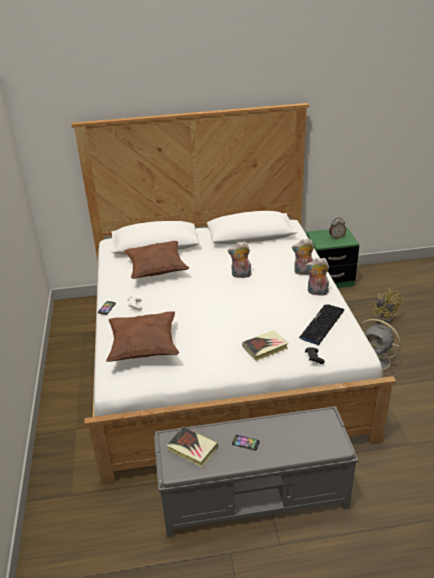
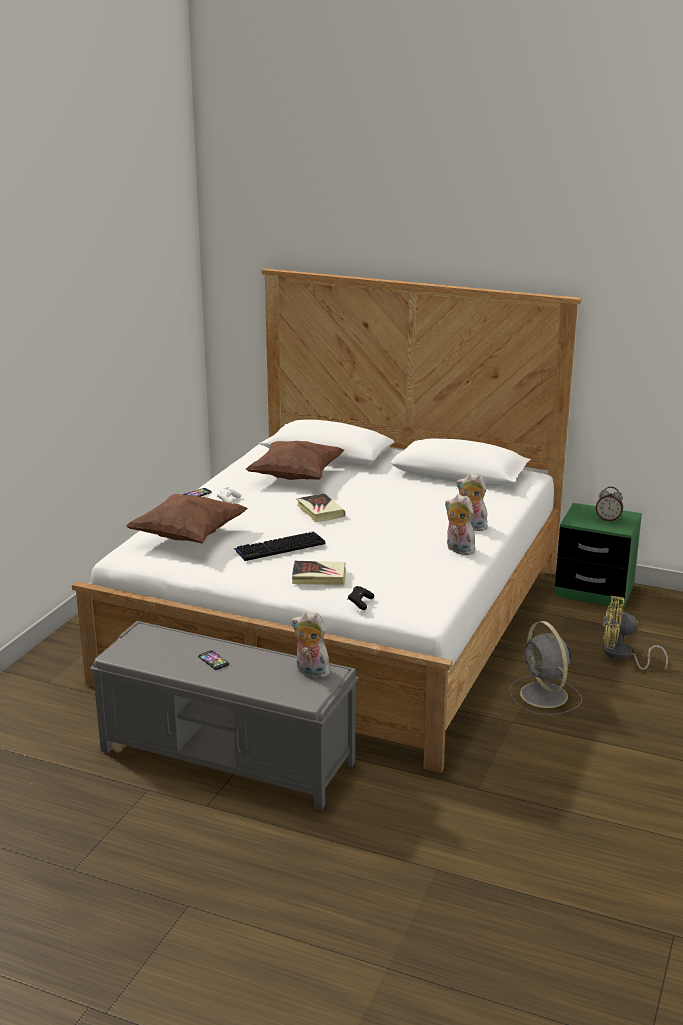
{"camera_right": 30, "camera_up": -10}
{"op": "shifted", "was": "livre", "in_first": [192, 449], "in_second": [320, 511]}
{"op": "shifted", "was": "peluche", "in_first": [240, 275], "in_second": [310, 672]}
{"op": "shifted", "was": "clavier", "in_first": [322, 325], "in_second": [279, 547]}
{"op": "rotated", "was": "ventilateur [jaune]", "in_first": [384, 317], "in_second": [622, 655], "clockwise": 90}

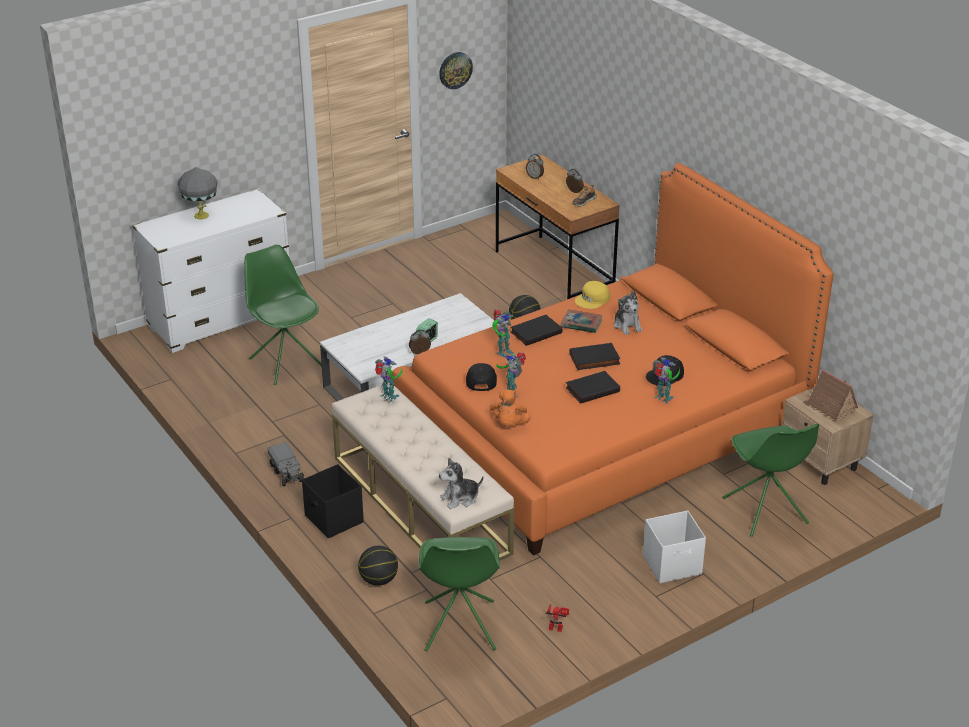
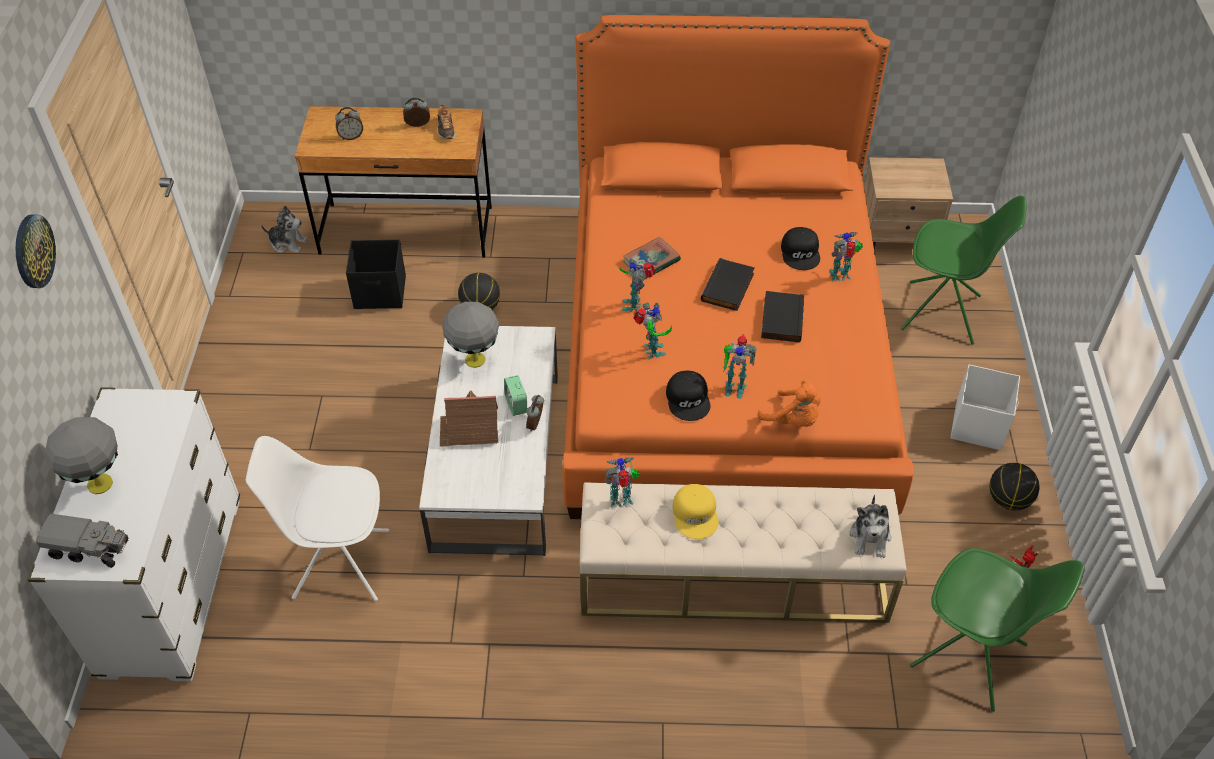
{"camera_right": -55, "camera_up": 15}
{"op": "repainted", "was": "chaise [vert]", "now": "chaise [blanc]", "in_first": [286, 362], "in_second": [339, 563]}
{"op": "shifted", "was": "camion jouet", "in_first": [287, 473], "in_second": [90, 548]}
{"op": "shifted", "was": "boîte de rangement [noir]", "in_first": [334, 520], "in_second": [381, 293]}
{"op": "shifted", "was": "ballon de basket", "in_first": [379, 580], "in_second": [1008, 500]}
{"op": "shifted", "was": "horloge murale", "in_first": [455, 70], "in_second": [33, 251]}
{"op": "rotated", "was": "casquette [noir]", "in_first": [480, 380], "in_second": [688, 399], "clockwise": -135}
{"op": "swapped", "was": "livre [noir]", "now": "robot jouet", "in_first": [535, 332], "in_second": [635, 304]}
{"op": "shifted", "was": "casquette [jaune]", "in_first": [592, 299], "in_second": [696, 514]}
{"op": "shifted", "was": "peluche", "in_first": [627, 325], "in_second": [288, 243]}
{"op": "shifted", "was": "maison miniature", "in_first": [829, 407], "in_second": [470, 430]}
{"op": "new", "now": "lampe de table [gris]", "in_second": [474, 361]}

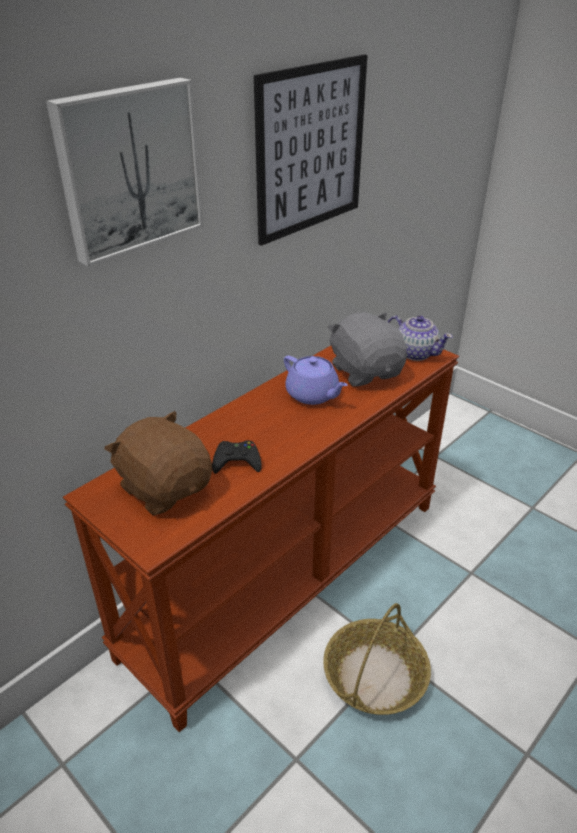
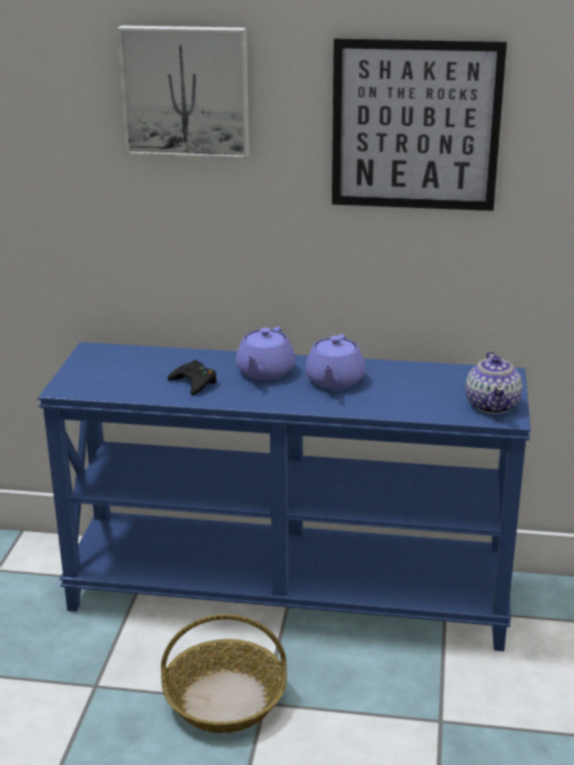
{"camera_right": 55, "camera_up": -10}
{"op": "repainted", "was": "table console [marron]", "now": "table console [bleu]", "in_first": [287, 573], "in_second": [290, 592]}
{"op": "gone", "was": "peluche [marron]", "in_first": [165, 487]}
{"op": "gone", "was": "peluche [gris]", "in_first": [366, 371]}
{"op": "new", "now": "théière [violet]", "in_second": [265, 372]}

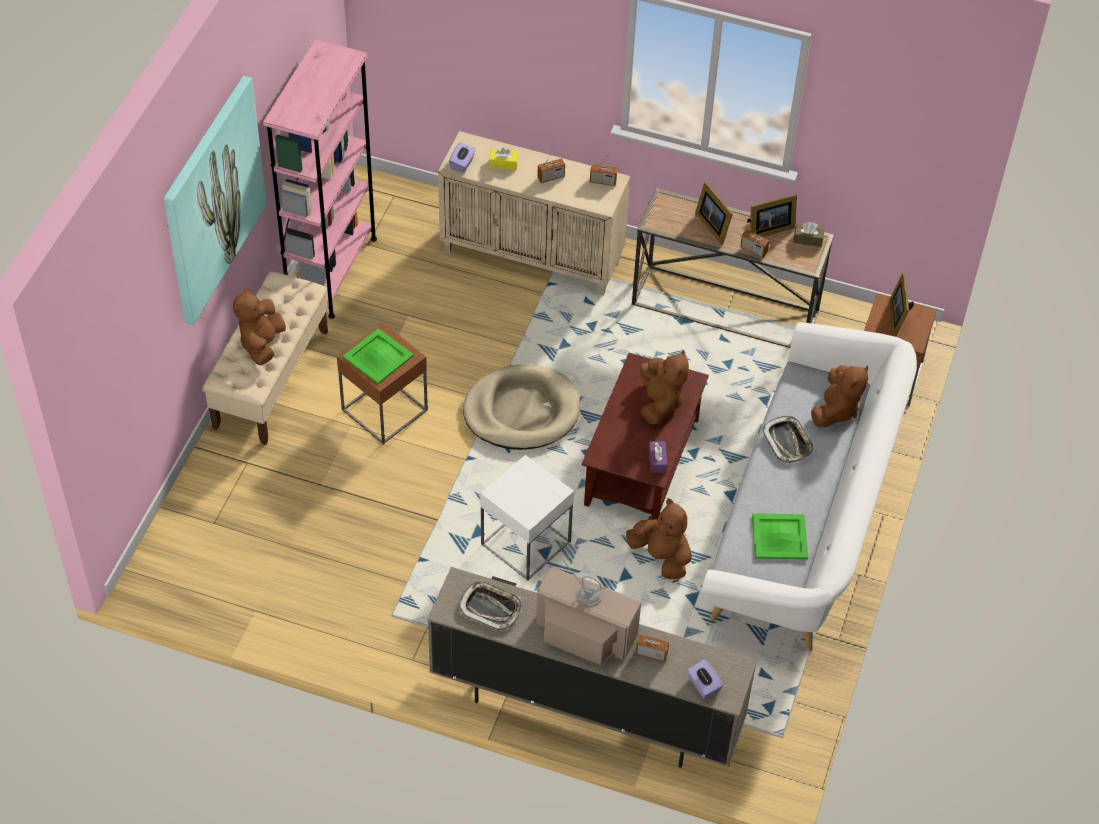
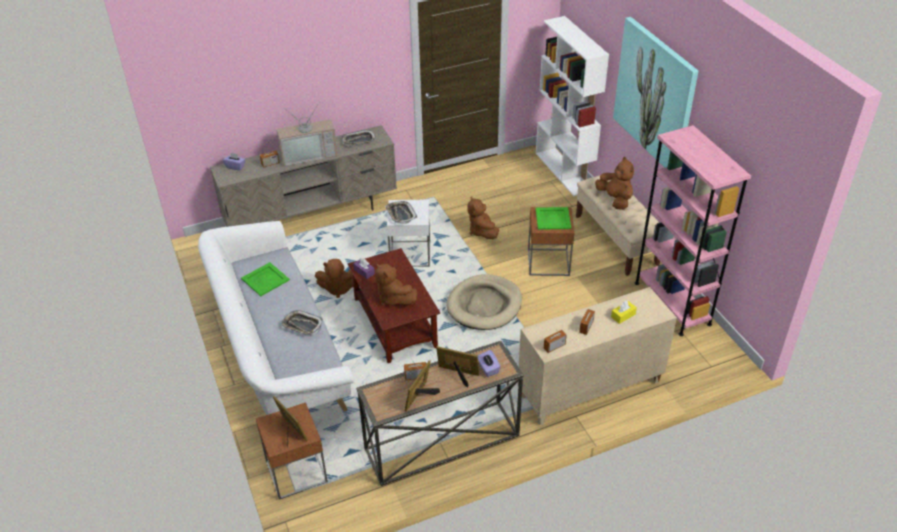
{"camera_right": 140, "camera_up": -10}
{"op": "shifted", "was": "boîte à mouchoirs [violet]", "in_first": [462, 164], "in_second": [488, 369]}
{"op": "gone", "was": "boîte à mouchoirs [marron]", "in_first": [808, 239]}
{"op": "shifted", "was": "peluche [marron]", "in_first": [836, 410], "in_second": [482, 232]}
{"op": "new", "now": "plateau", "in_second": [401, 214]}
{"op": "new", "now": "bibliothèque [blanc]", "in_second": [564, 171]}

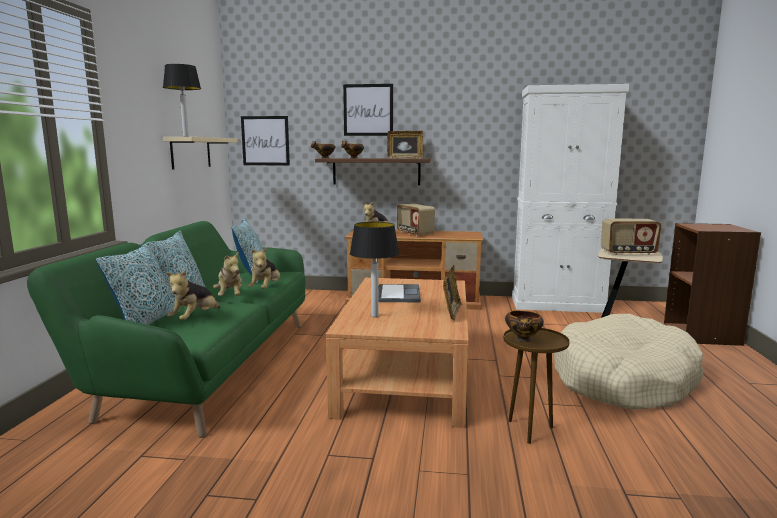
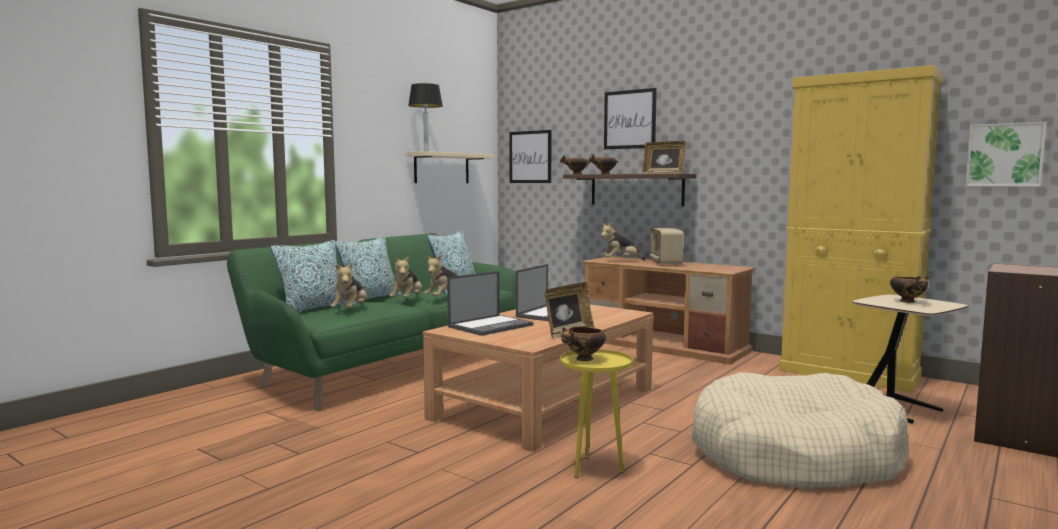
{"camera_right": 30, "camera_up": -5}
{"op": "rotated", "was": "peluche", "in_first": [195, 319], "in_second": [350, 310], "clockwise": -45}
{"op": "swapped", "was": "lampe de table", "now": "ordinateur portable", "in_first": [374, 316], "in_second": [491, 326]}
{"op": "repainted", "was": "table d'appoint [marron]", "now": "table d'appoint [jaune]", "in_first": [530, 430], "in_second": [594, 468]}
{"op": "repainted", "was": "meuble de rangement [blanc]", "now": "meuble de rangement [jaune]", "in_first": [557, 304], "in_second": [849, 374]}
{"op": "swapped", "was": "radio", "now": "bol", "in_first": [628, 253], "in_second": [908, 302]}
{"op": "new", "now": "tableau", "in_second": [1005, 155]}

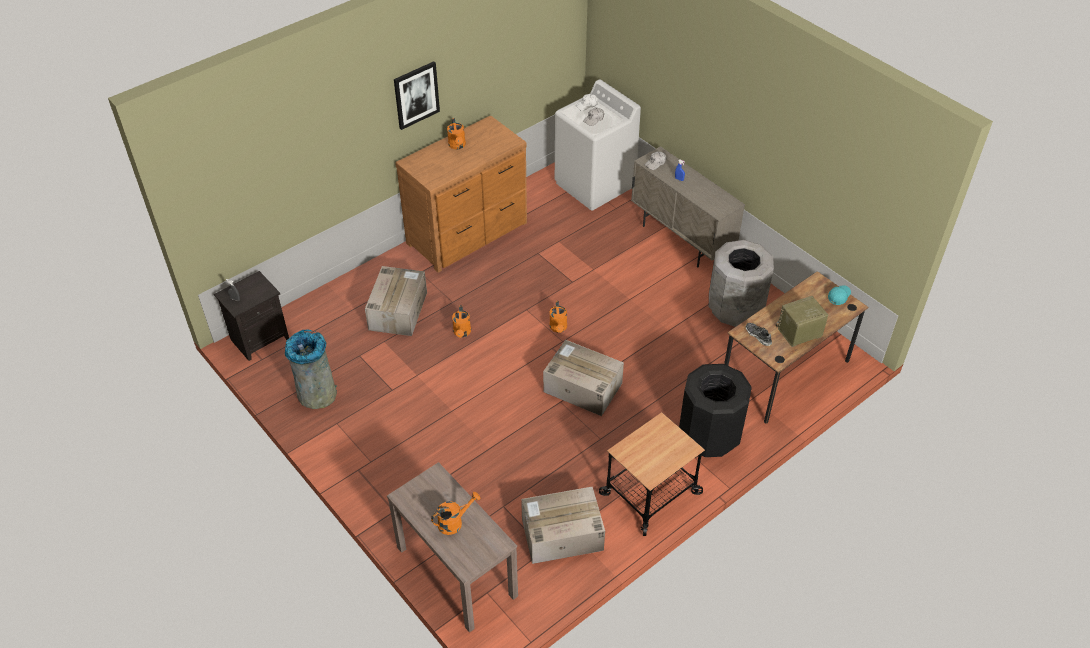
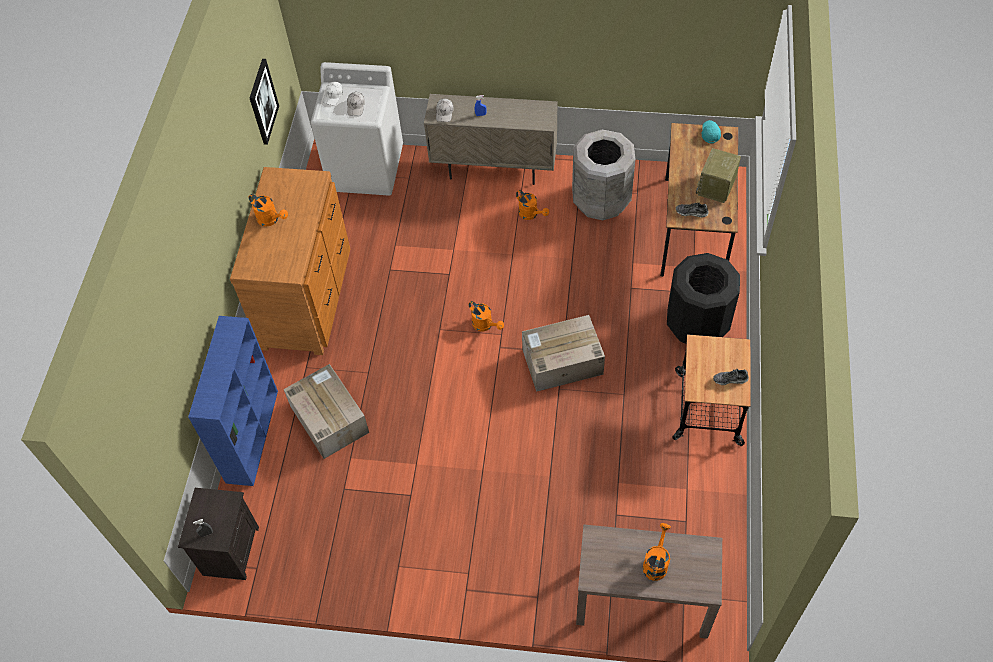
{"camera_right": -40, "camera_up": 10}
{"op": "gone", "was": "poubelle [gris]", "in_first": [316, 394]}
{"op": "shifted", "was": "tableau", "in_first": [416, 95], "in_second": [263, 102]}
{"op": "shifted", "was": "arrosoir [orange]", "in_first": [462, 333], "in_second": [531, 214]}
{"op": "gone", "was": "carton", "in_first": [561, 535]}
{"op": "new", "now": "bibliothèque [bleu]", "in_second": [252, 435]}
{"op": "new", "now": "chaussure", "in_second": [730, 379]}

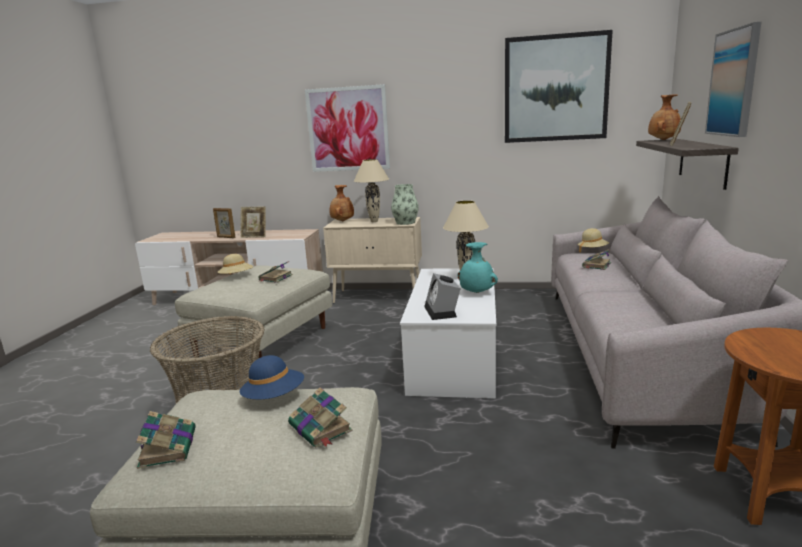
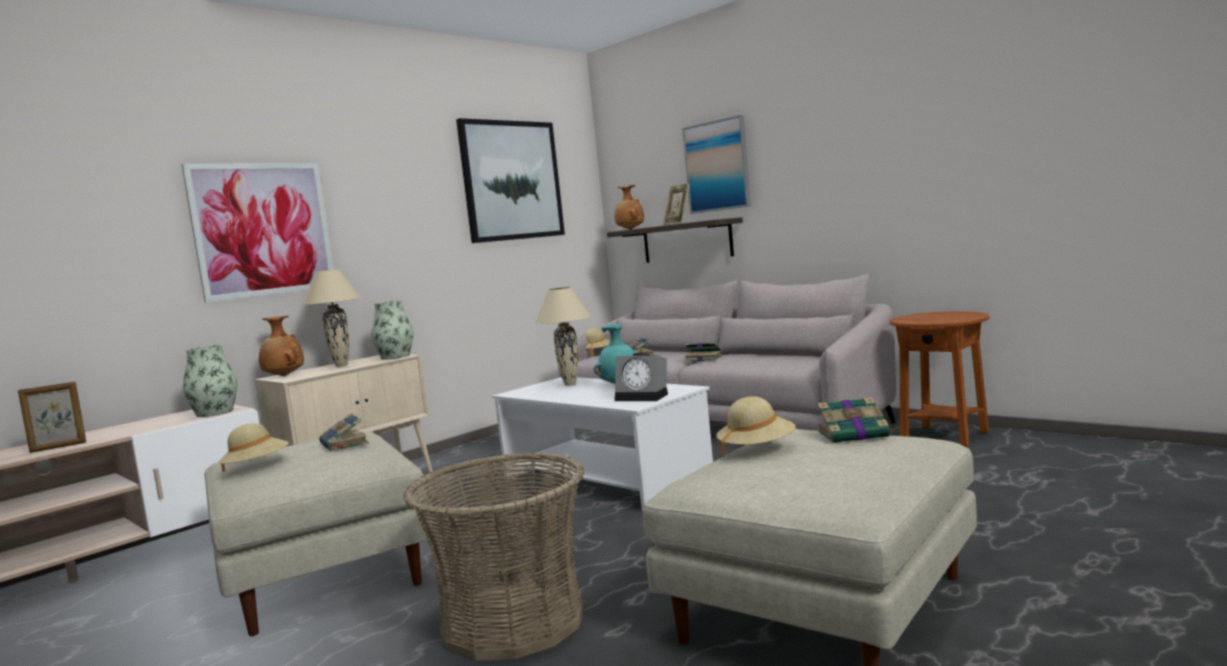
{"camera_right": -55, "camera_up": -10}
{"op": "shifted", "was": "livre", "in_first": [168, 447], "in_second": [703, 358]}
{"op": "gone", "was": "cadre photo", "in_first": [255, 236]}
{"op": "repainted", "was": "chapeau [bleu]", "now": "chapeau [beige]", "in_first": [274, 398], "in_second": [757, 450]}
{"op": "new", "now": "vase", "in_second": [215, 413]}

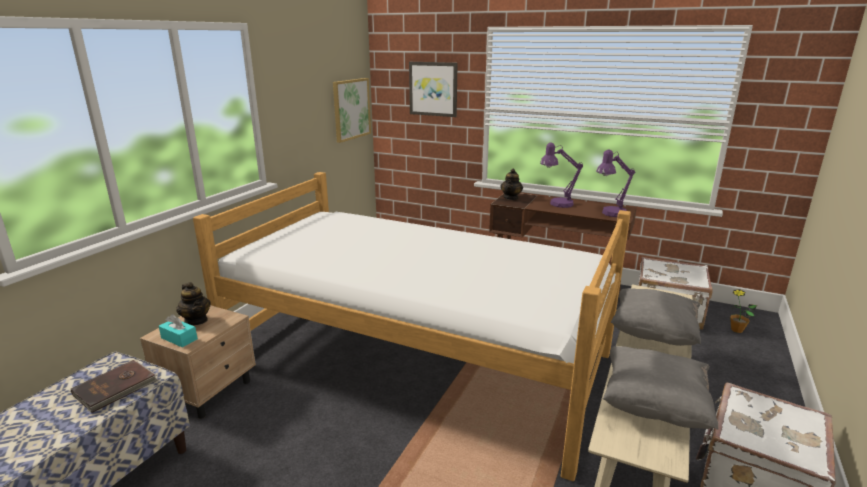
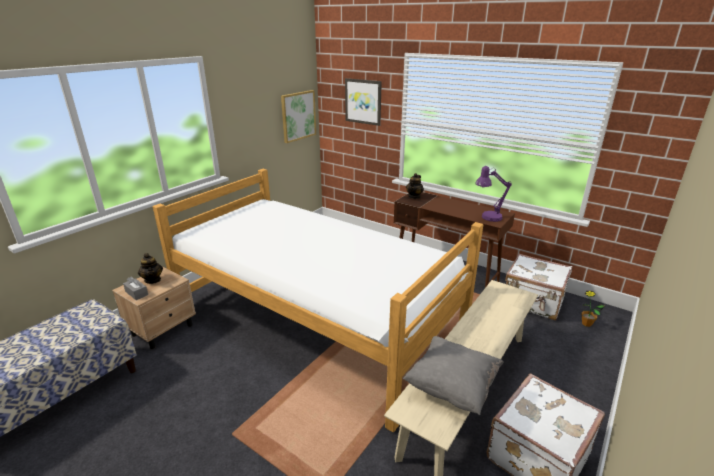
{"camera_right": 10, "camera_up": 5}
{"op": "gone", "was": "livre [marron]", "in_first": [116, 388]}
{"op": "repainted", "was": "boîte à mouchoirs [turquoise]", "now": "boîte à mouchoirs [gris]", "in_first": [179, 338], "in_second": [136, 293]}
{"op": "gone", "was": "lampe de table [violet]", "in_first": [556, 204]}
{"op": "gone", "was": "coussin [gris]", "in_first": [653, 334]}

